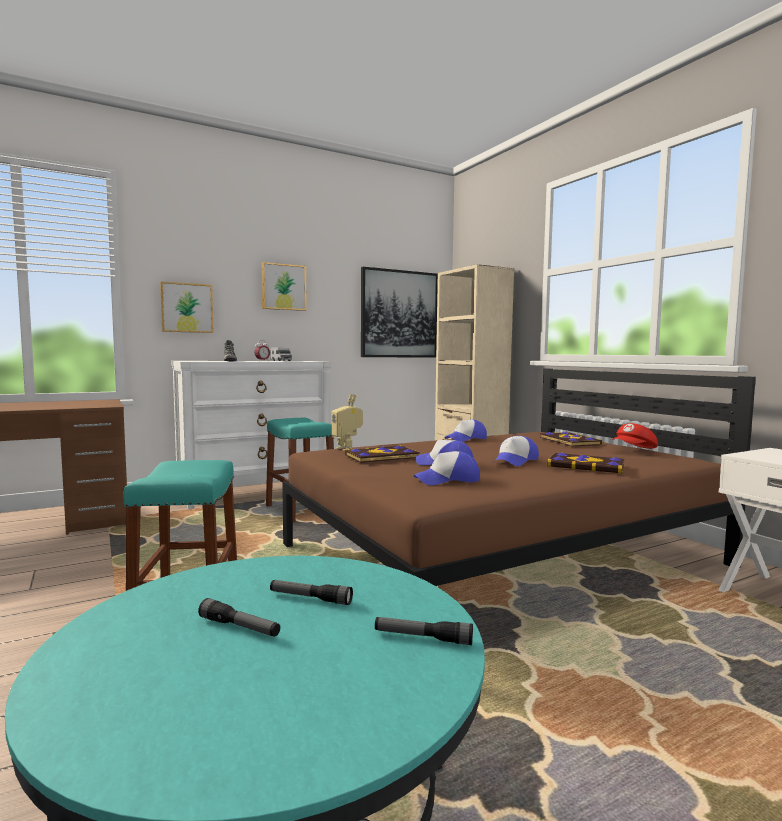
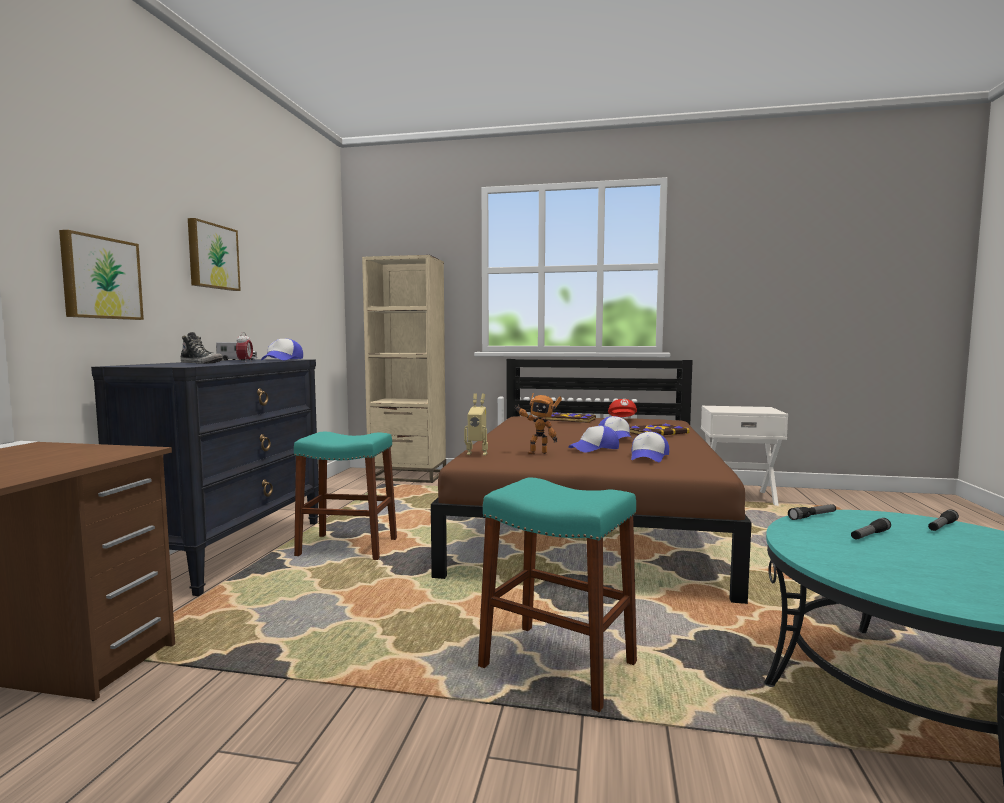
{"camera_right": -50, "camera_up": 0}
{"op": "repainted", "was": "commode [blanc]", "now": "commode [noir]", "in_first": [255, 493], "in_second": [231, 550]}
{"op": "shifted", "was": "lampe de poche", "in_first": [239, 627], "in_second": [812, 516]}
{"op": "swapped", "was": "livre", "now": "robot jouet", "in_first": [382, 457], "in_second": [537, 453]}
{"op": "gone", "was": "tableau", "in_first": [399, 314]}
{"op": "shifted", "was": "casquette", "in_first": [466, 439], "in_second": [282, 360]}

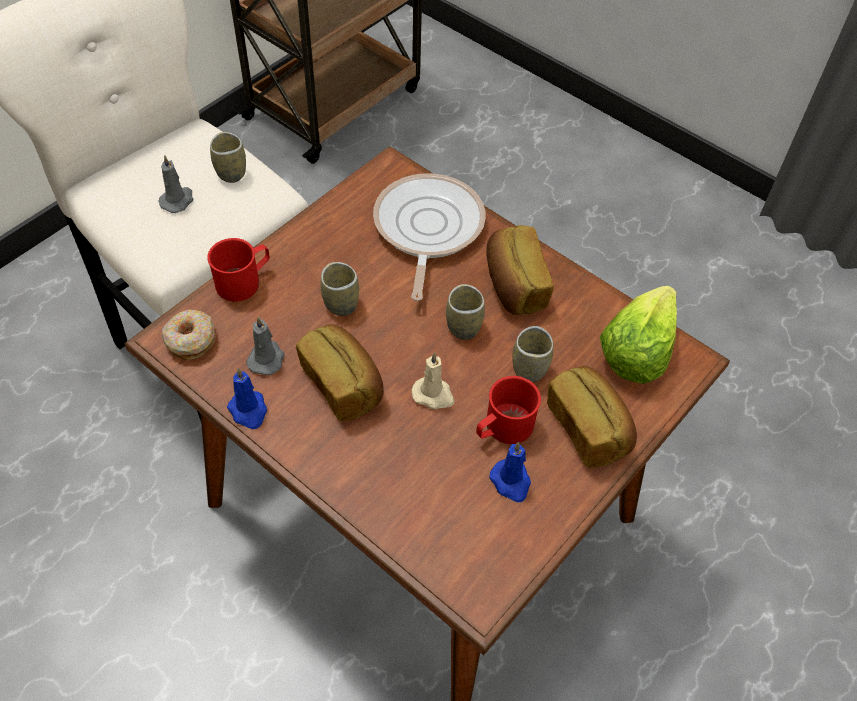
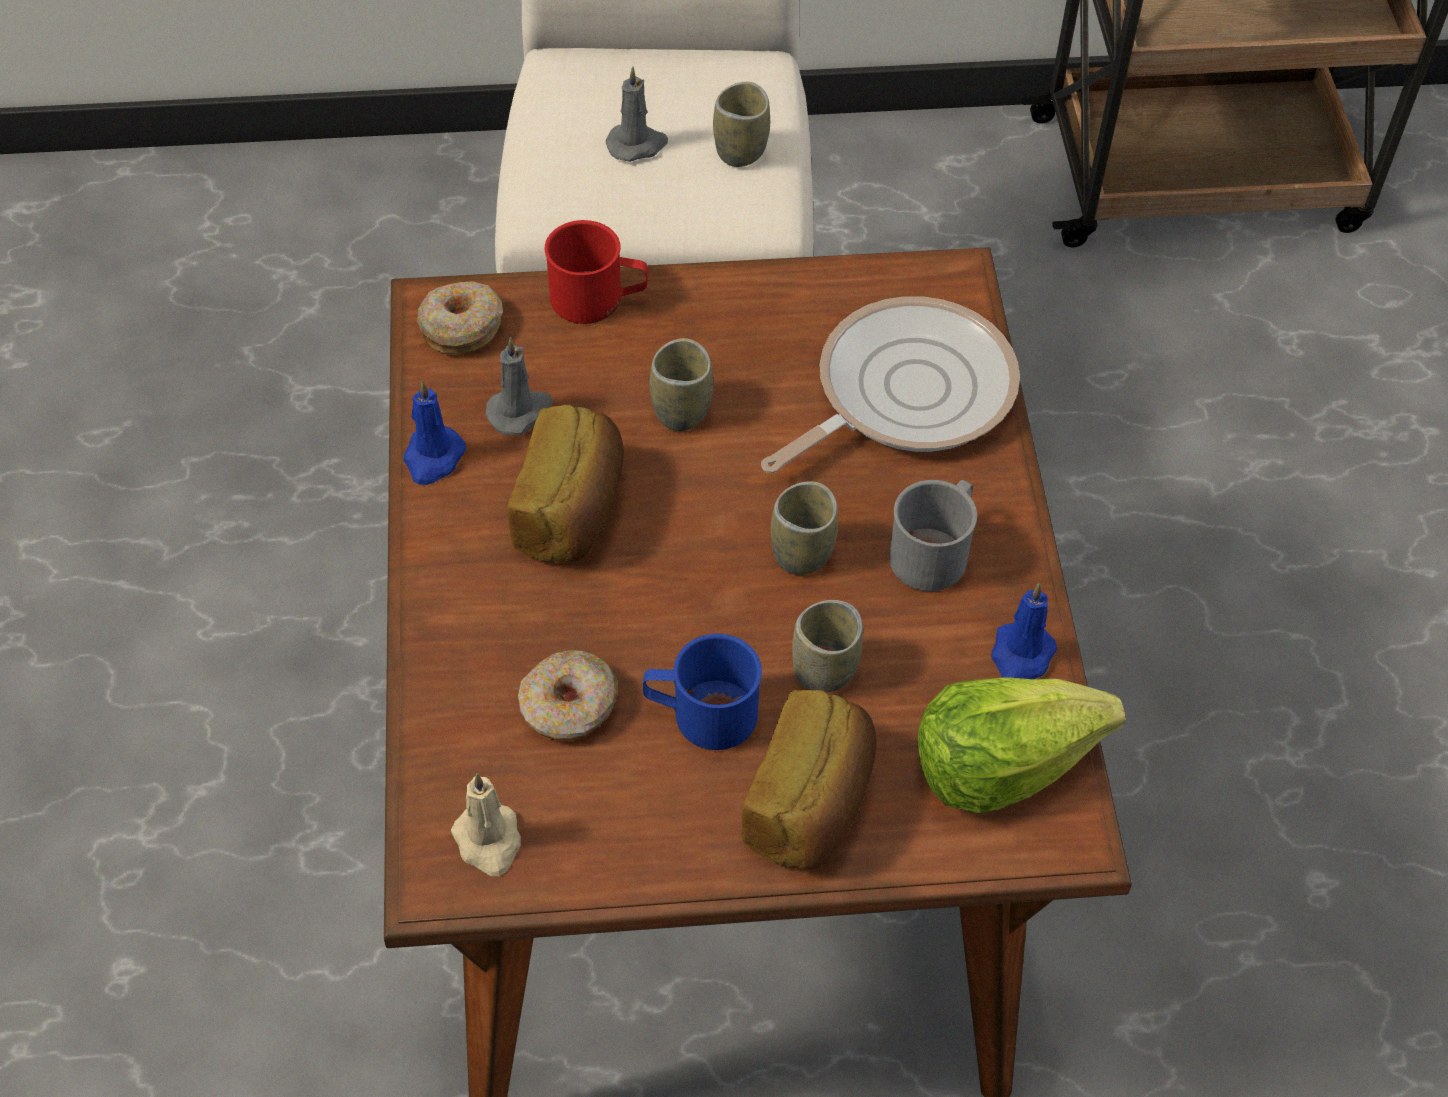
{"camera_right": 45, "camera_up": 0}
{"op": "shifted", "was": "bougie [beige]", "in_first": [433, 395], "in_second": [489, 841]}
{"op": "repainted", "was": "mug [rouge]", "now": "mug [bleu]", "in_first": [503, 428], "in_second": [701, 714]}
{"op": "swapped", "was": "pain", "now": "mug [gris]", "in_first": [514, 285], "in_second": [935, 551]}
{"op": "shifted", "was": "bougie [bleu]", "in_first": [511, 482], "in_second": [1021, 656]}
{"op": "new", "now": "beignet", "in_second": [569, 707]}

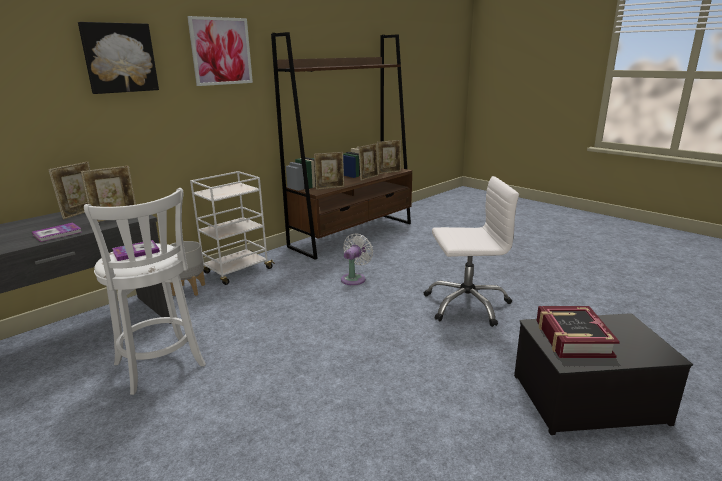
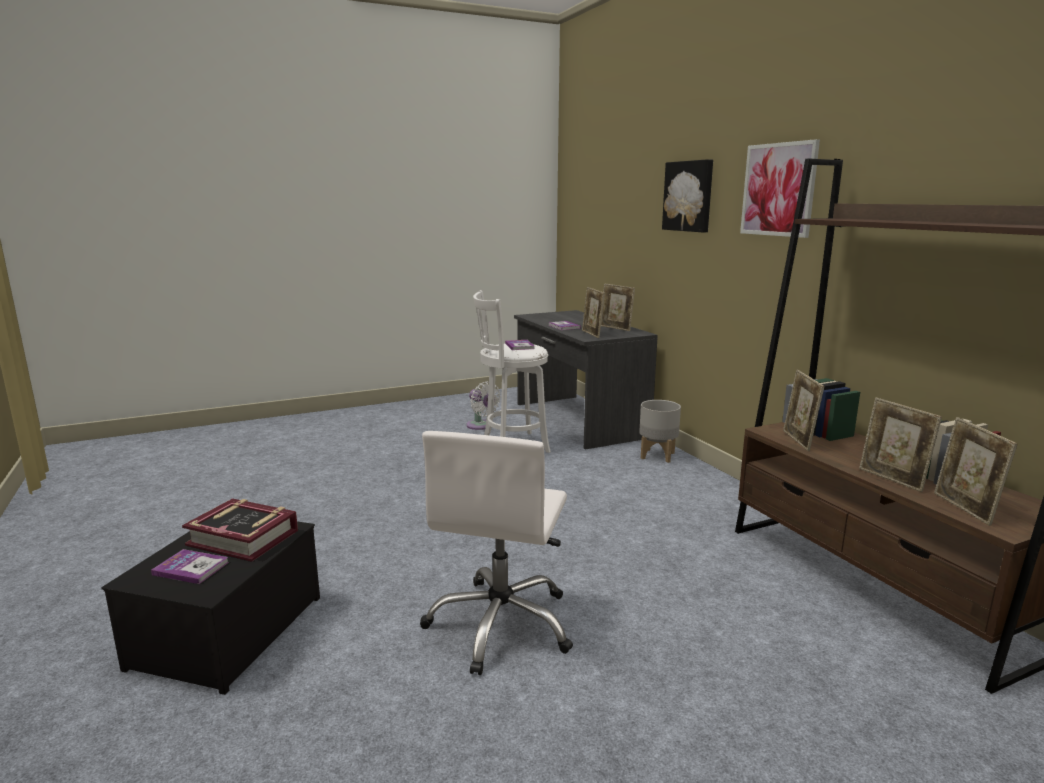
{"camera_right": 110, "camera_up": -5}
{"op": "gone", "was": "chariot [blanc]", "in_first": [237, 271]}
{"op": "shifted", "was": "ventilateur [blanc]", "in_first": [354, 278], "in_second": [481, 426]}
{"op": "new", "now": "livre", "in_second": [191, 568]}

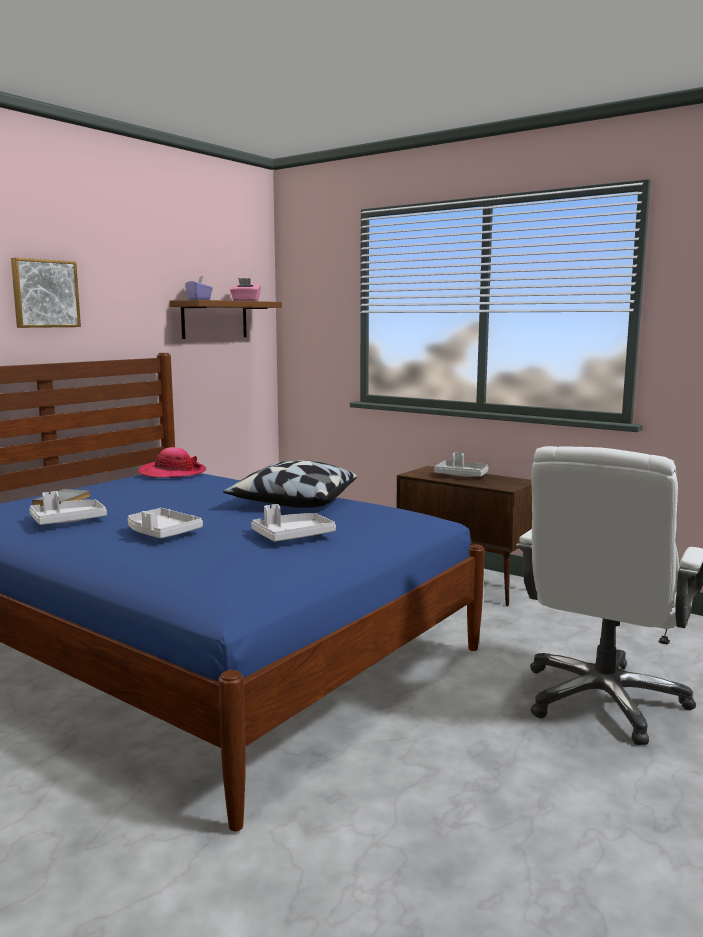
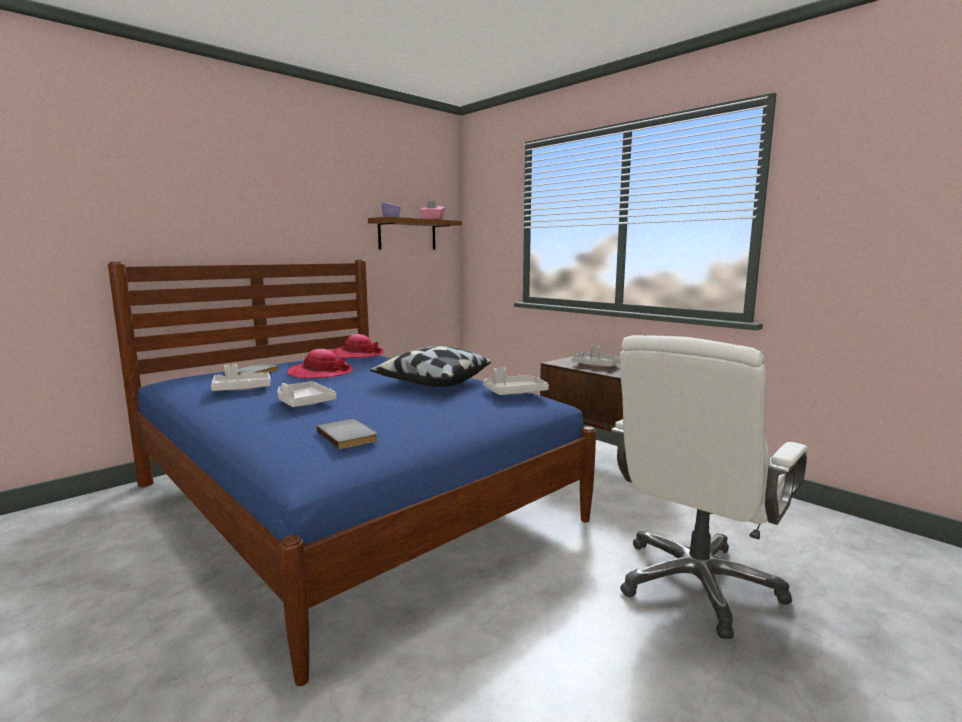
{"camera_right": 10, "camera_up": 0}
{"op": "gone", "was": "tableau", "in_first": [44, 293]}
{"op": "shifted", "was": "plateau [blanc]", "in_first": [292, 536], "in_second": [514, 393]}
{"op": "new", "now": "chapeau", "in_second": [320, 373]}
{"op": "new", "now": "livre [gris]", "in_second": [349, 436]}

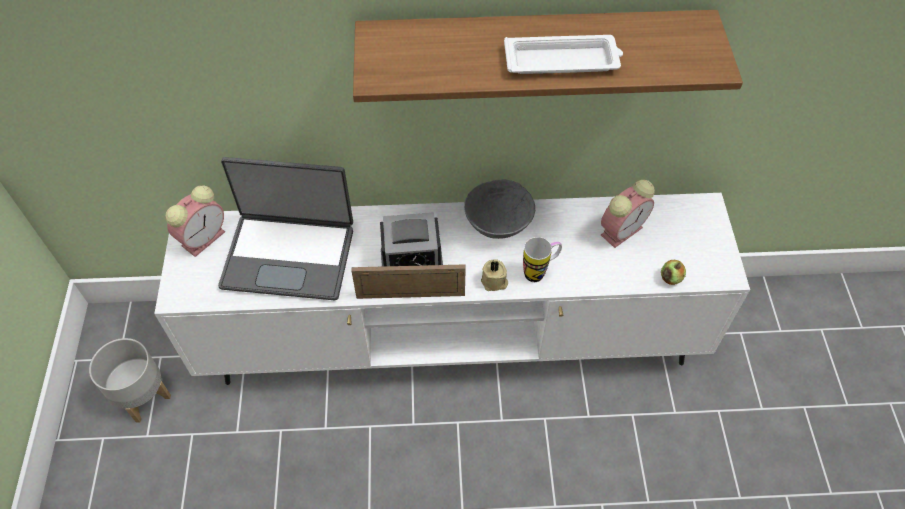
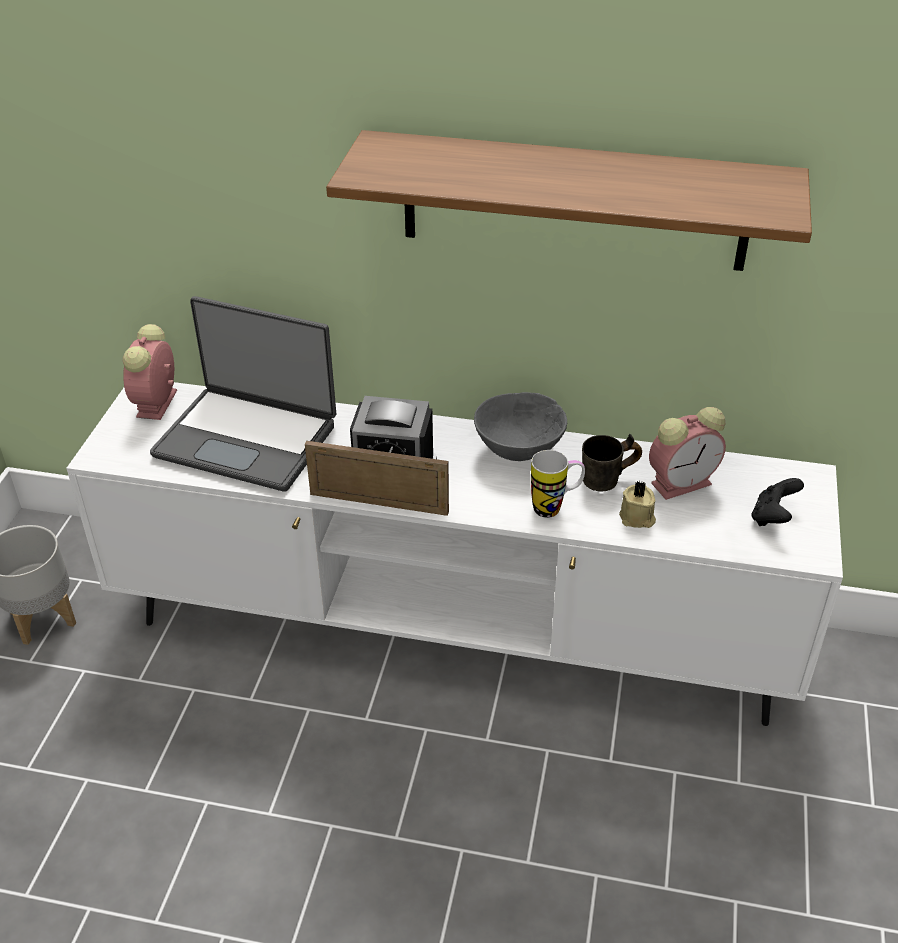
{"camera_right": 15, "camera_up": -15}
{"op": "rotated", "was": "réveil", "in_first": [204, 237], "in_second": [156, 405], "clockwise": 135}
{"op": "shifted", "was": "bougie [beige]", "in_first": [494, 282], "in_second": [637, 518]}
{"op": "gone", "was": "plateau [blanc]", "in_first": [563, 61]}
{"op": "gone", "was": "pomme", "in_first": [670, 278]}
{"op": "new", "now": "mug [gris]", "in_second": [609, 483]}
{"op": "new", "now": "manette [noir]", "in_second": [772, 517]}

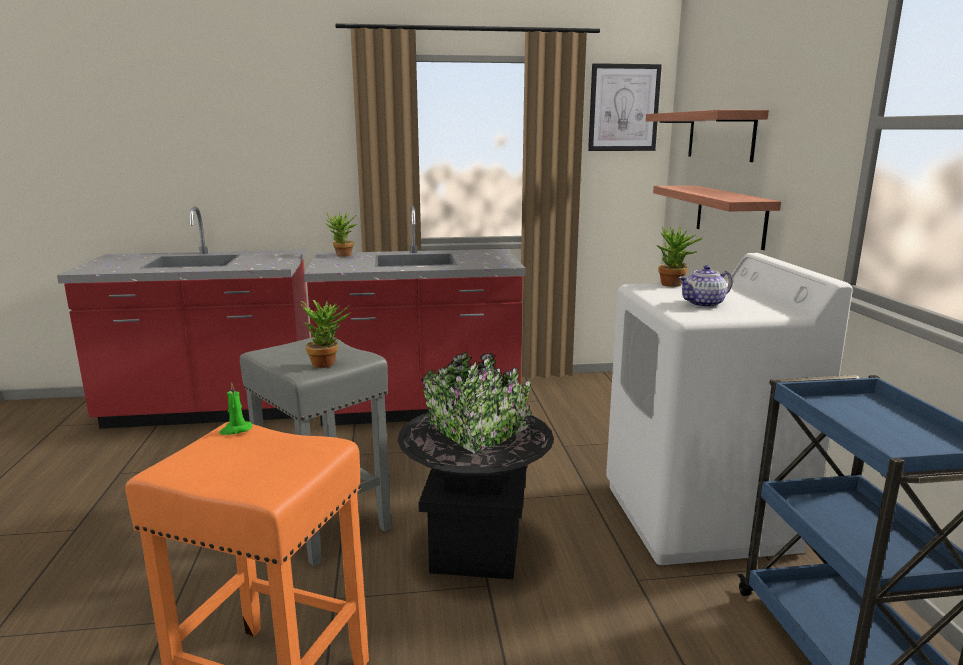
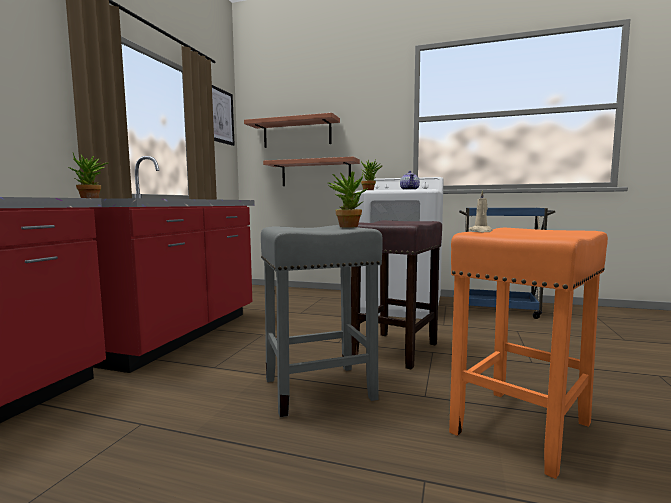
{"camera_right": -65, "camera_up": -10}
{"op": "repainted", "was": "bougie [vert]", "now": "bougie [beige]", "in_first": [235, 430], "in_second": [481, 231]}
{"op": "swapped", "was": "cache-pot [noir]", "now": "tabouret [marron]", "in_first": [476, 550], "in_second": [395, 349]}

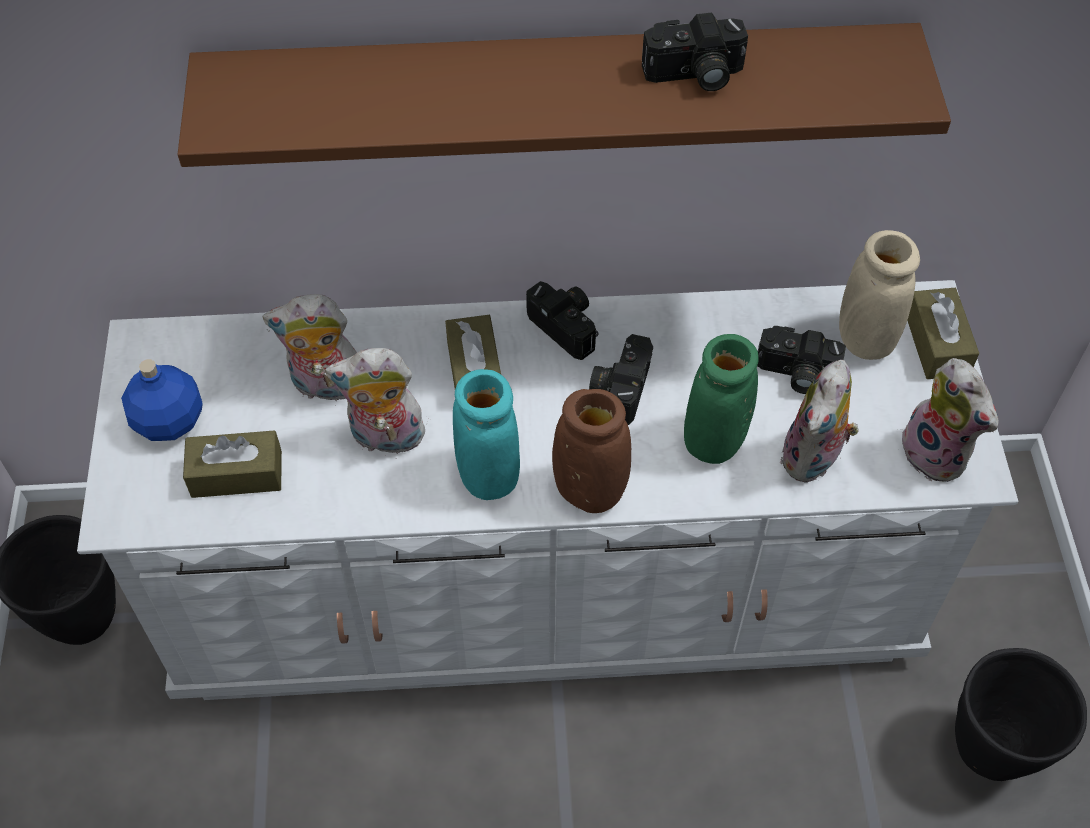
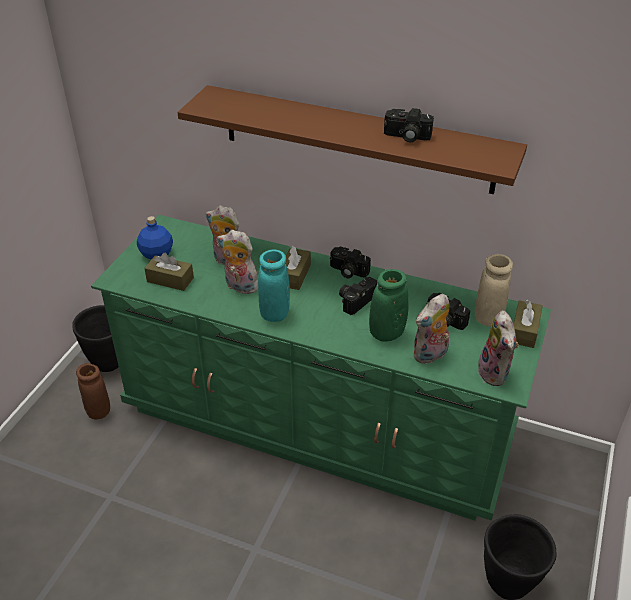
{"camera_right": 25, "camera_up": -15}
{"op": "repainted", "was": "commode [blanc]", "now": "commode [vert]", "in_first": [544, 585], "in_second": [316, 422]}
{"op": "rotated", "was": "appareil photo", "in_first": [568, 326], "in_second": [347, 271], "clockwise": 135}
{"op": "shifted", "was": "vase [marron]", "in_first": [590, 490], "in_second": [98, 411]}

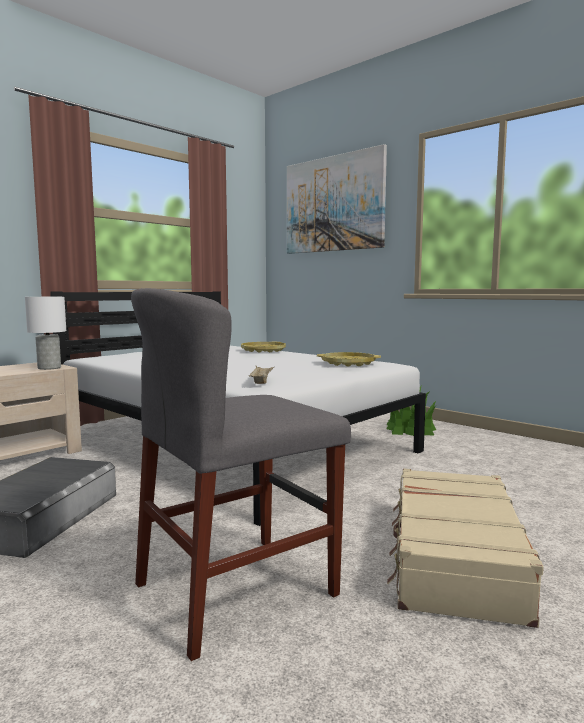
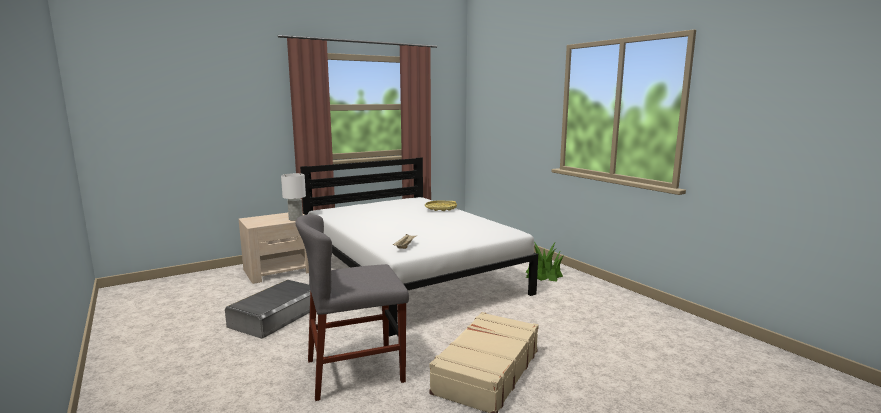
{"camera_right": 15, "camera_up": 5}
{"op": "gone", "was": "tableau", "in_first": [333, 204]}
{"op": "gone", "was": "plateau [jaune]", "in_first": [348, 363]}

